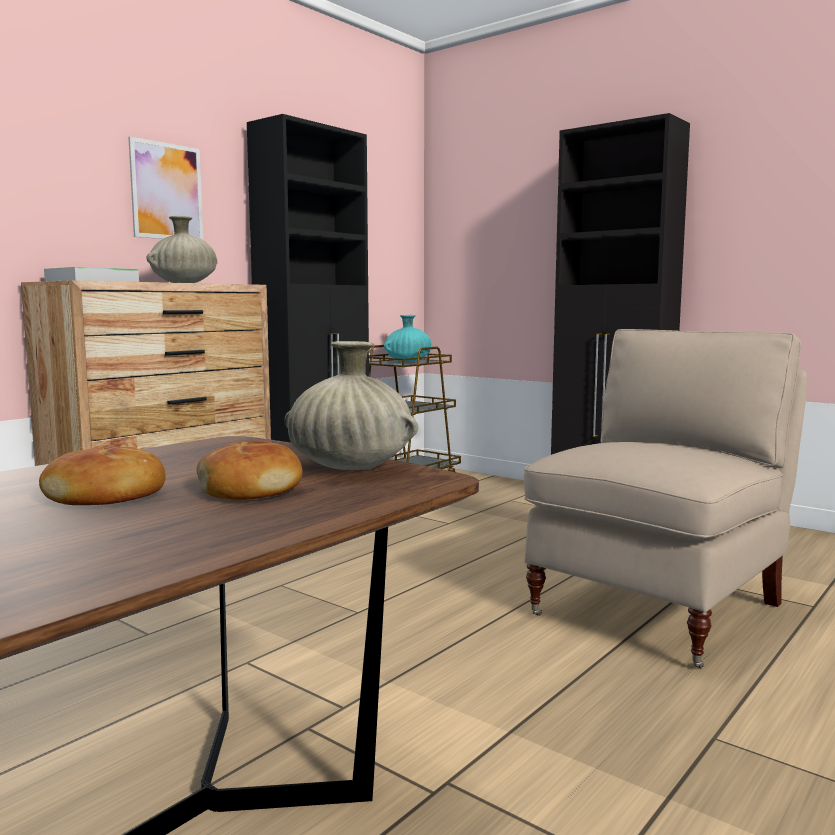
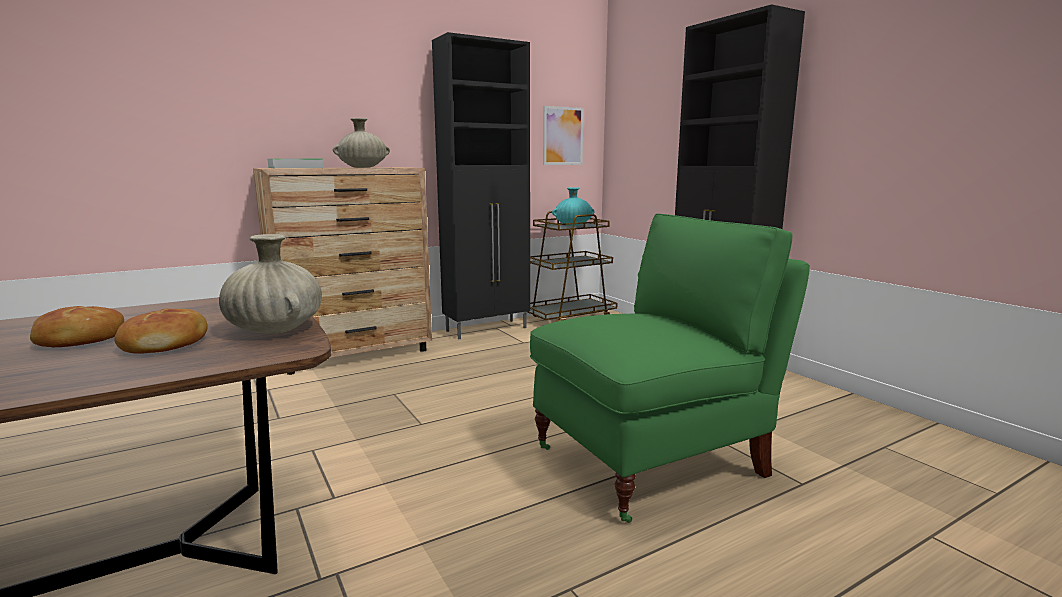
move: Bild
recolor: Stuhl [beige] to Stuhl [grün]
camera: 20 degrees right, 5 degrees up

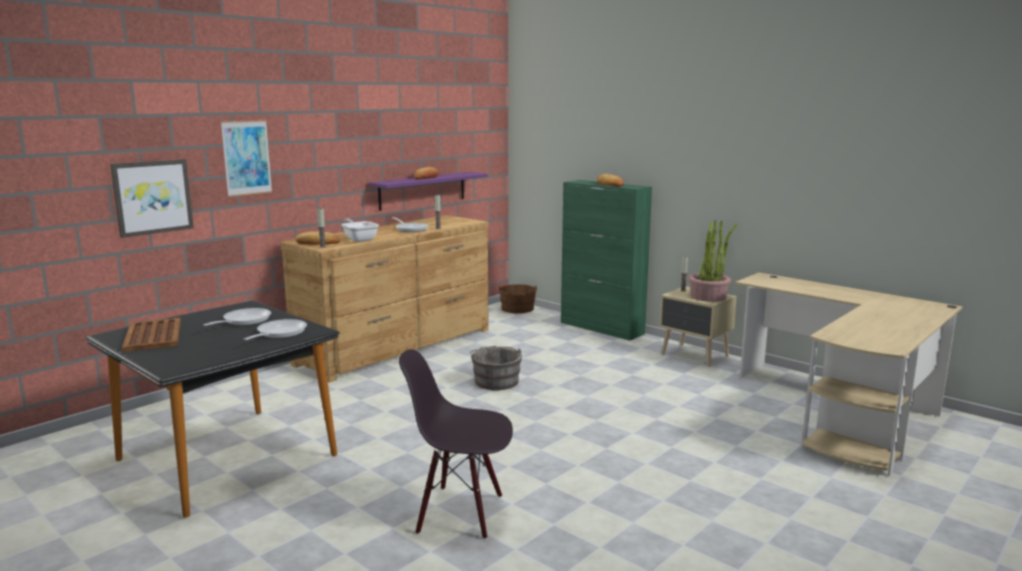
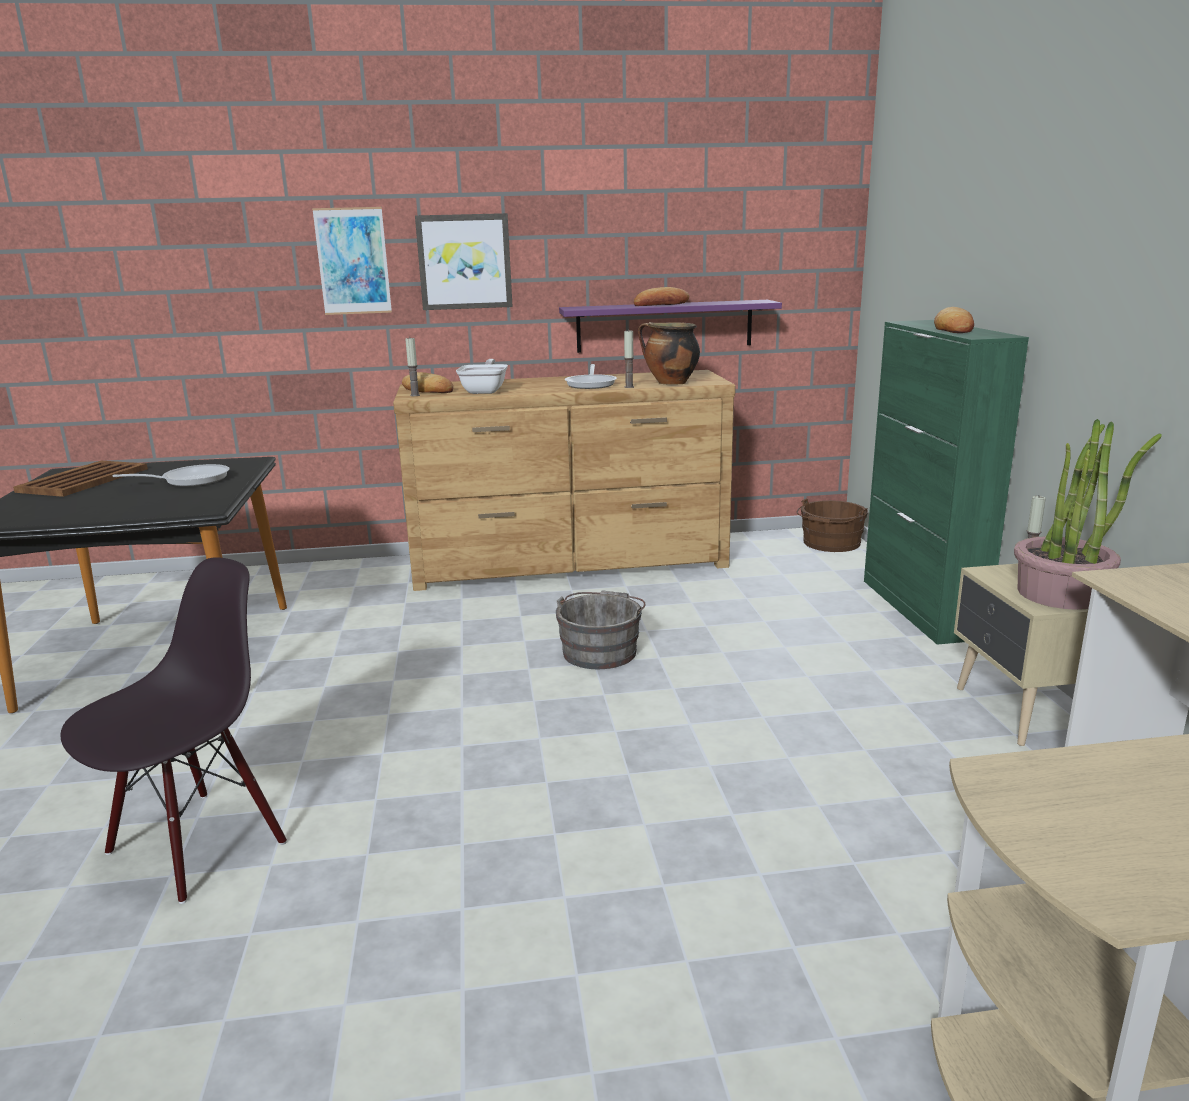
delete: Pfanne (2nd from left)
insert: Kochtopf
move: Bild (1st from left in the first image) to Bild (2nd from left)
rotate: Stuhl [schwarz] 75 degrees clockwise
camera: 40 degrees right, 5 degrees up

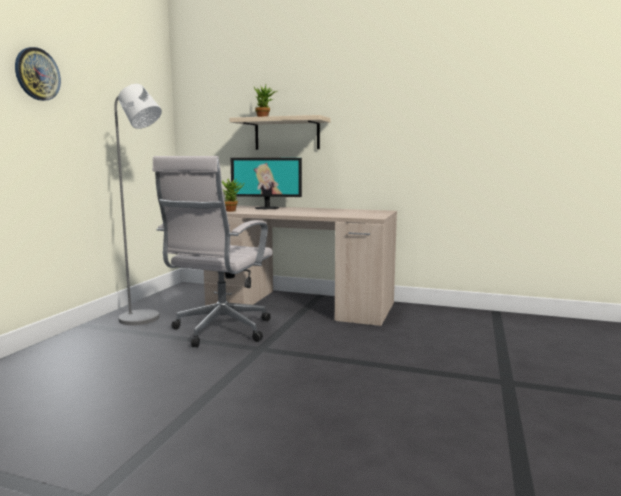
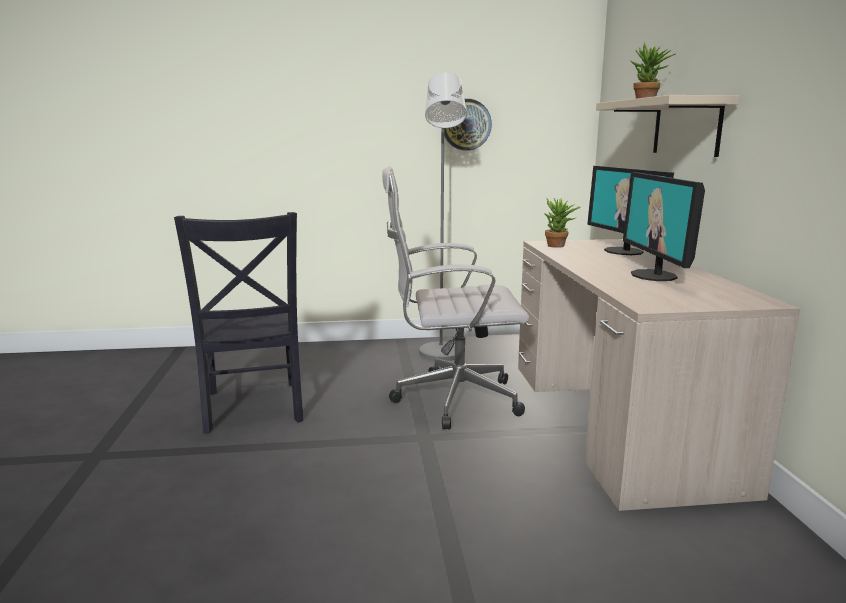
insert: Stuhl [schwarz]; Monitor (2nd from left)
move: Wanduhr
camera: 65 degrees right, 5 degrees up

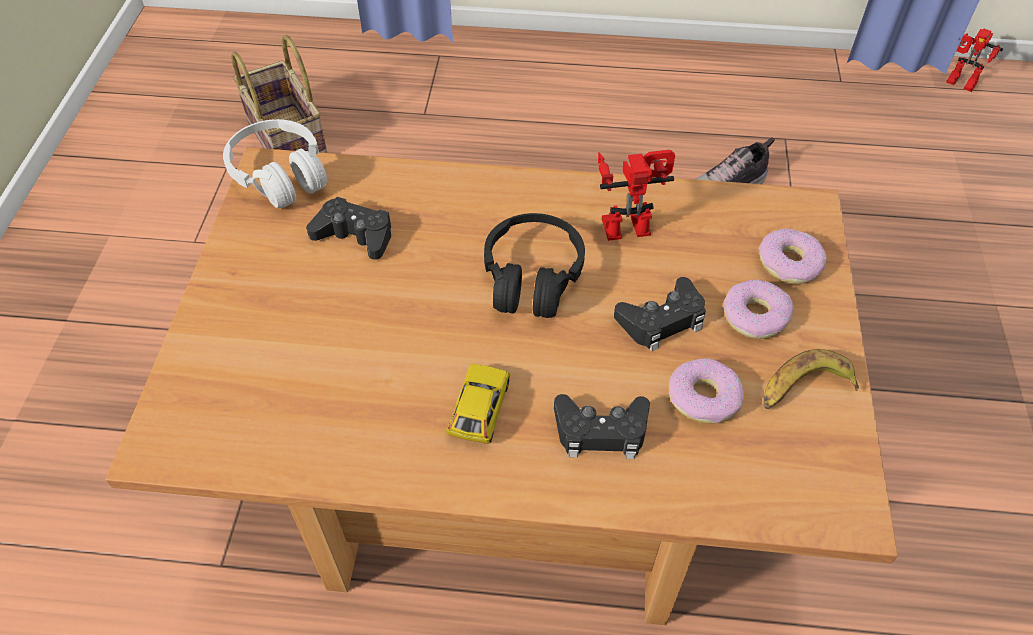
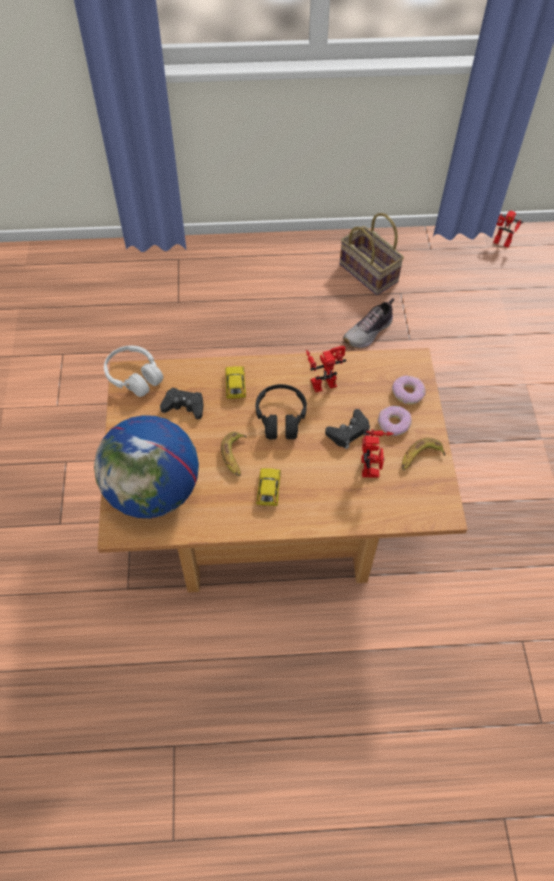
delete: Gamepad [schwarz] (2nd from left)
insert: Globus; Banane (1st from left); Spielzeugauto (1st from left)
move: Korb
replace: Donut (1st from left) to Spielzeugroboter (2nd from left)
camera: 10 degrees left, 5 degrees up

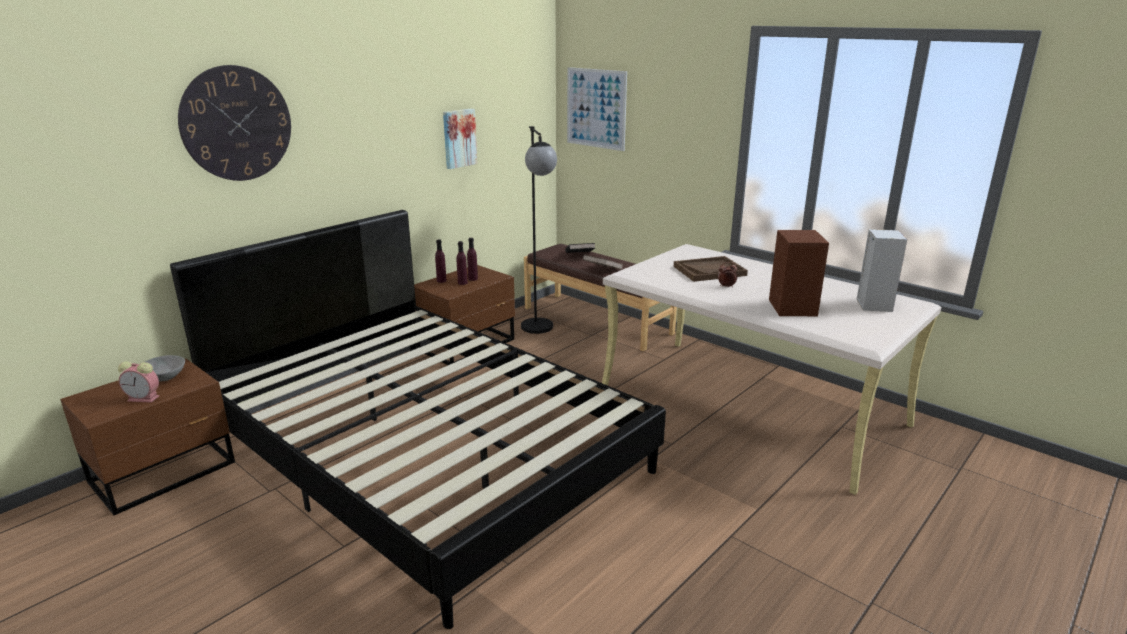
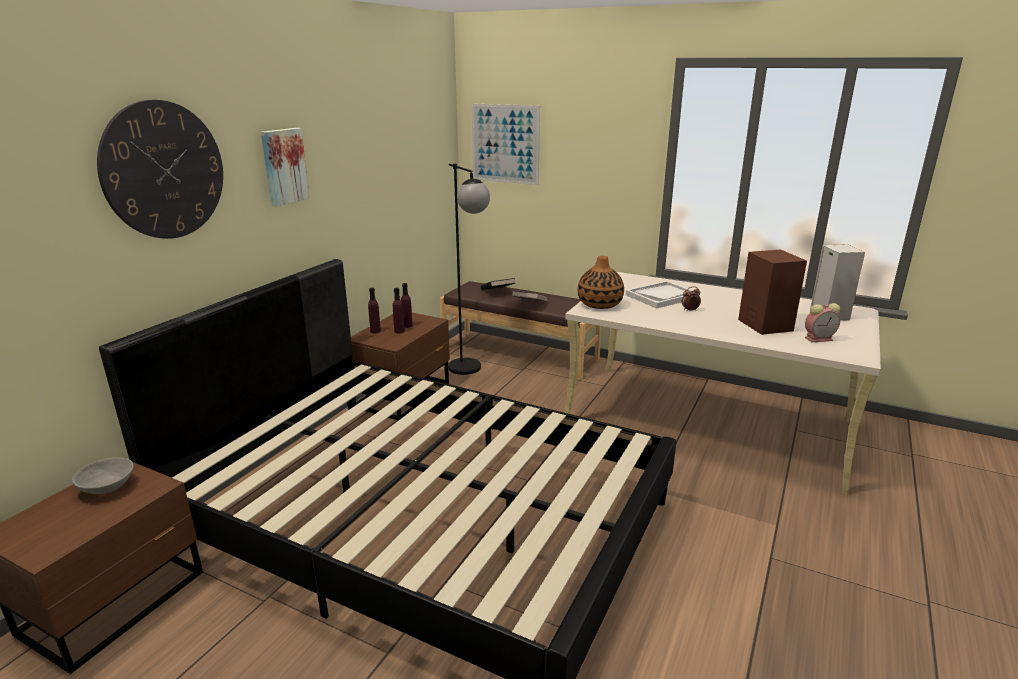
insert: Vase
move: Bild (1st from left); Wecker (1st from left in the first image) to Wecker (2nd from left)
recolor: Tablett [braun] to Tablett [weiß]
camera: 15 degrees left, 0 degrees up

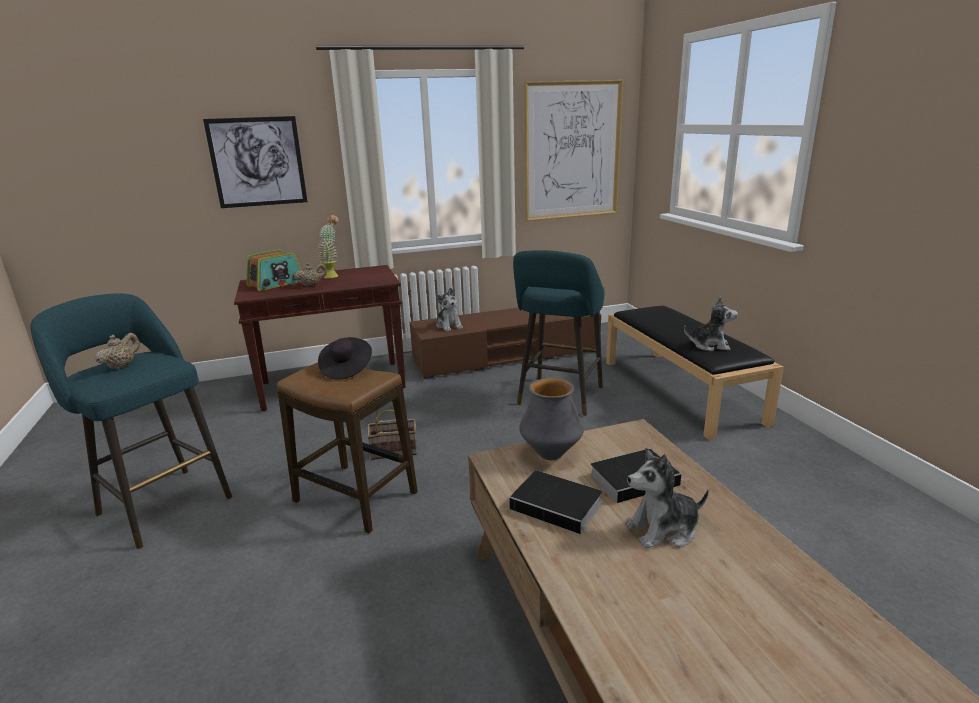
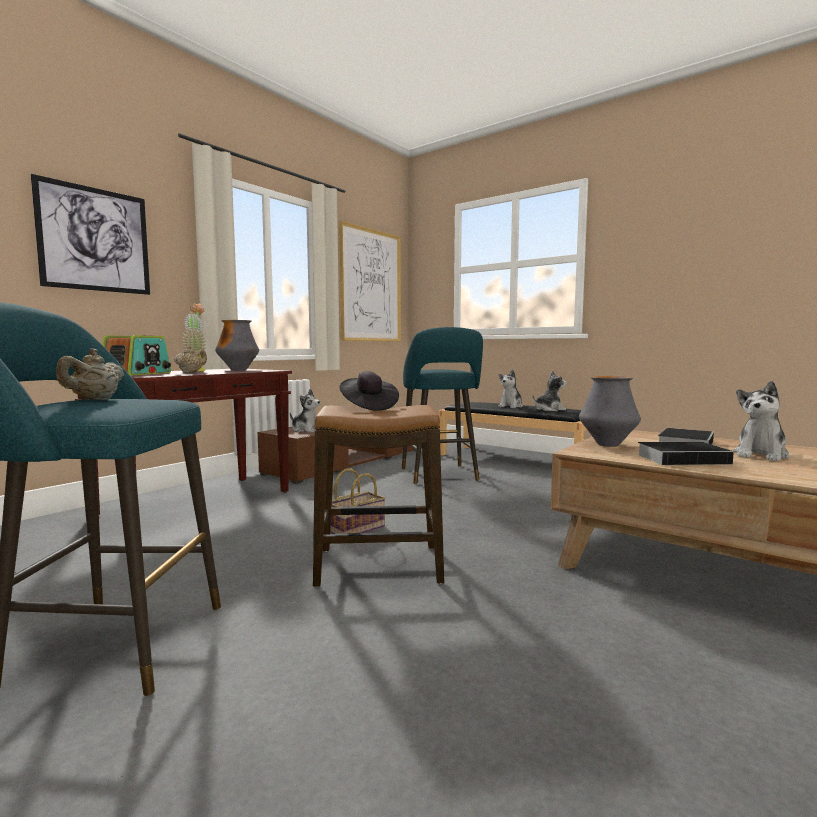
insert: Vase (1st from left); Plüschtier (2nd from left)
rotate: Teekanne [beige] (1st from left) 150 degrees counterclockwise
camera: 35 degrees left, 15 degrees down

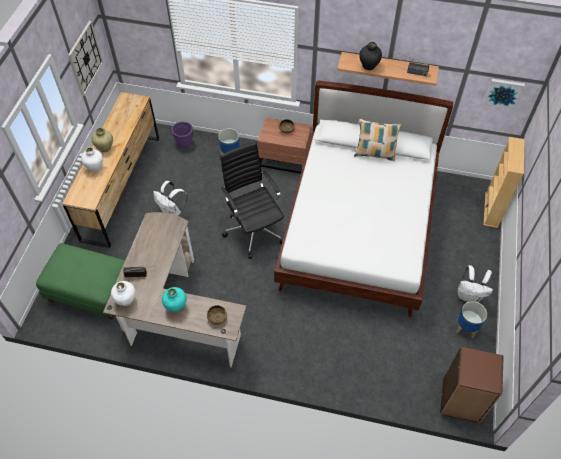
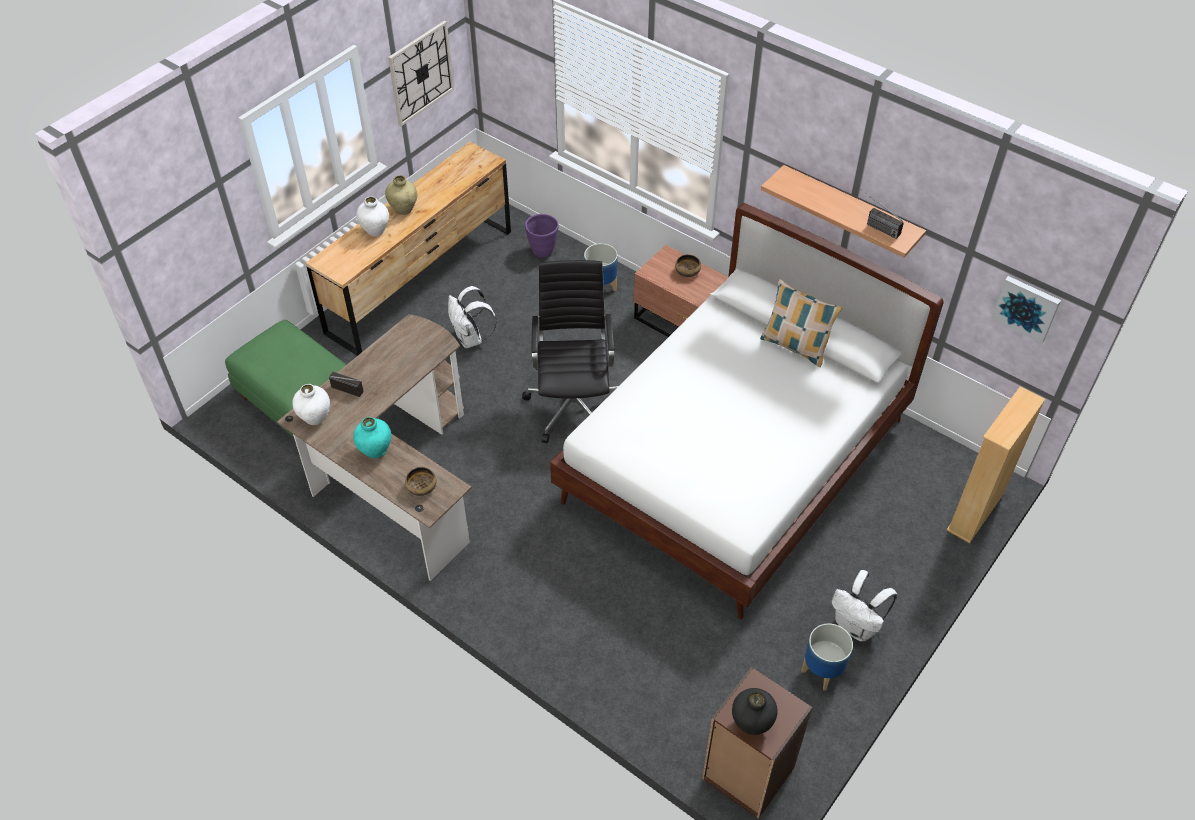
move: Vase [schwarz]
camera: 25 degrees right, 5 degrees down

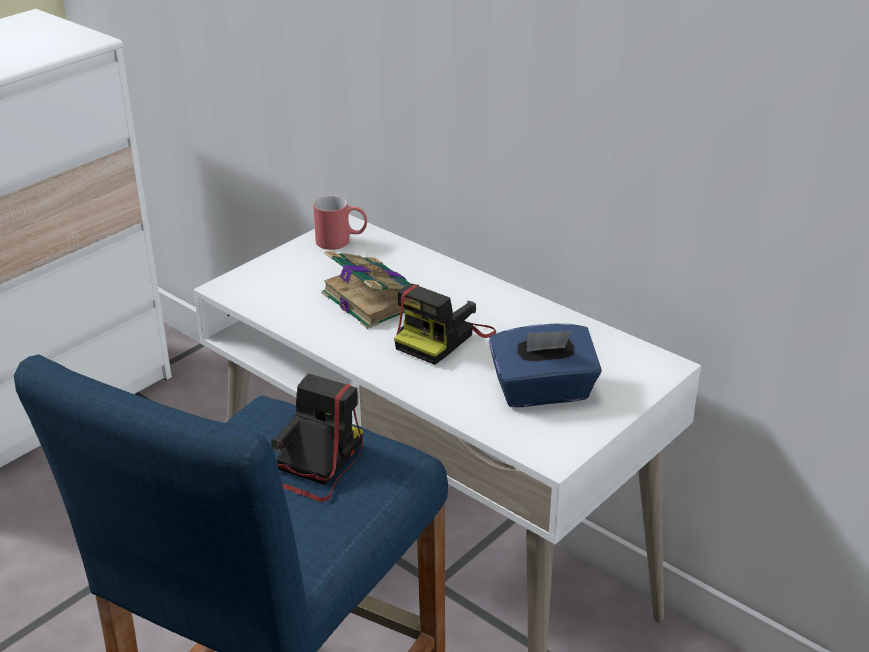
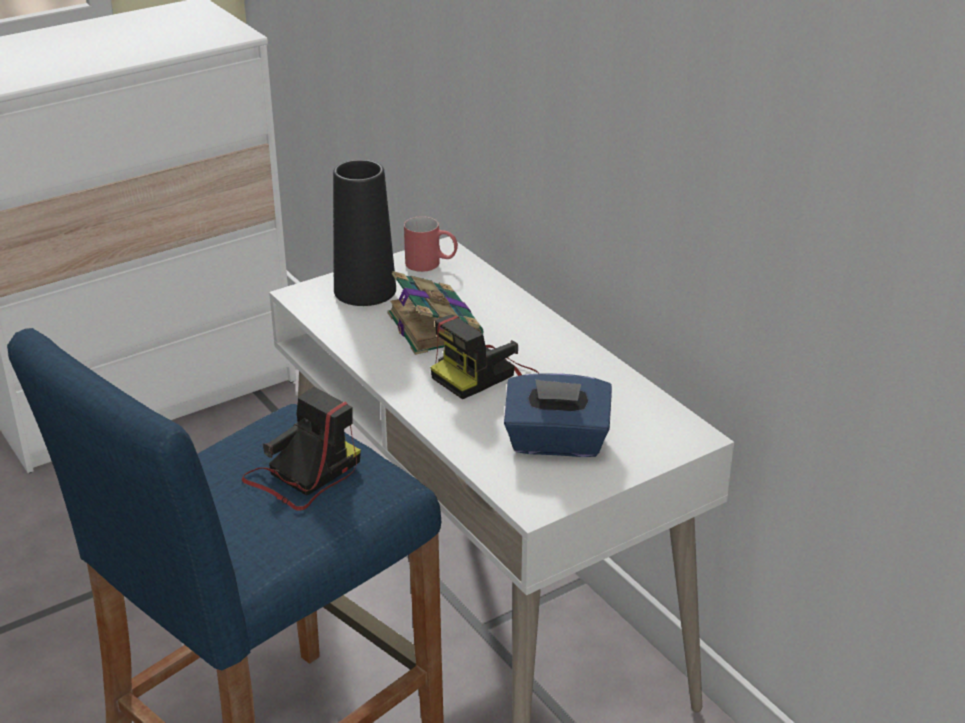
insert: Vase [schwarz]
camera: 15 degrees right, 0 degrees up

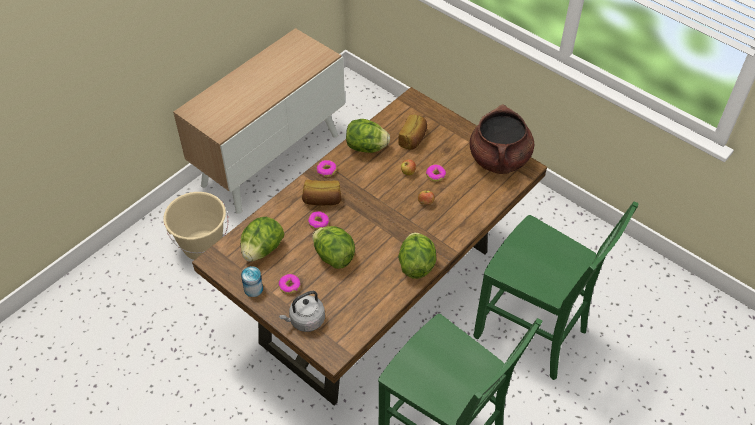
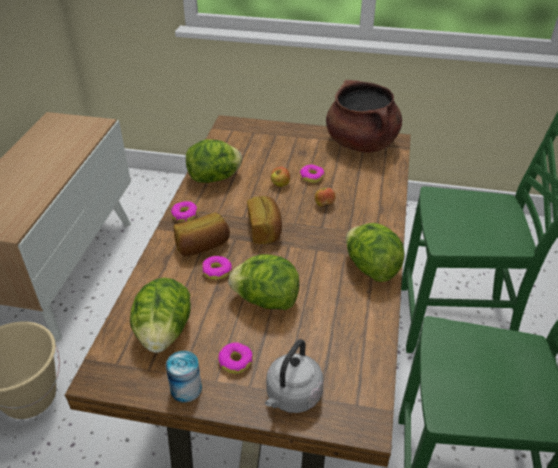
move: Brot (2nd from left)
camera: 30 degrees left, 10 degrees down

